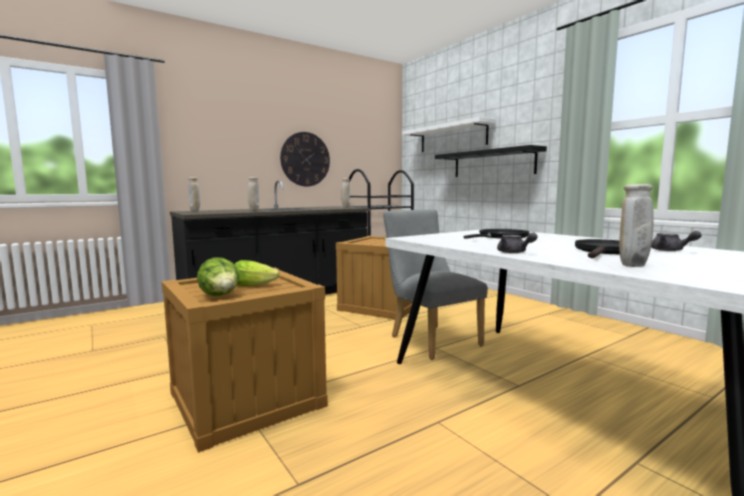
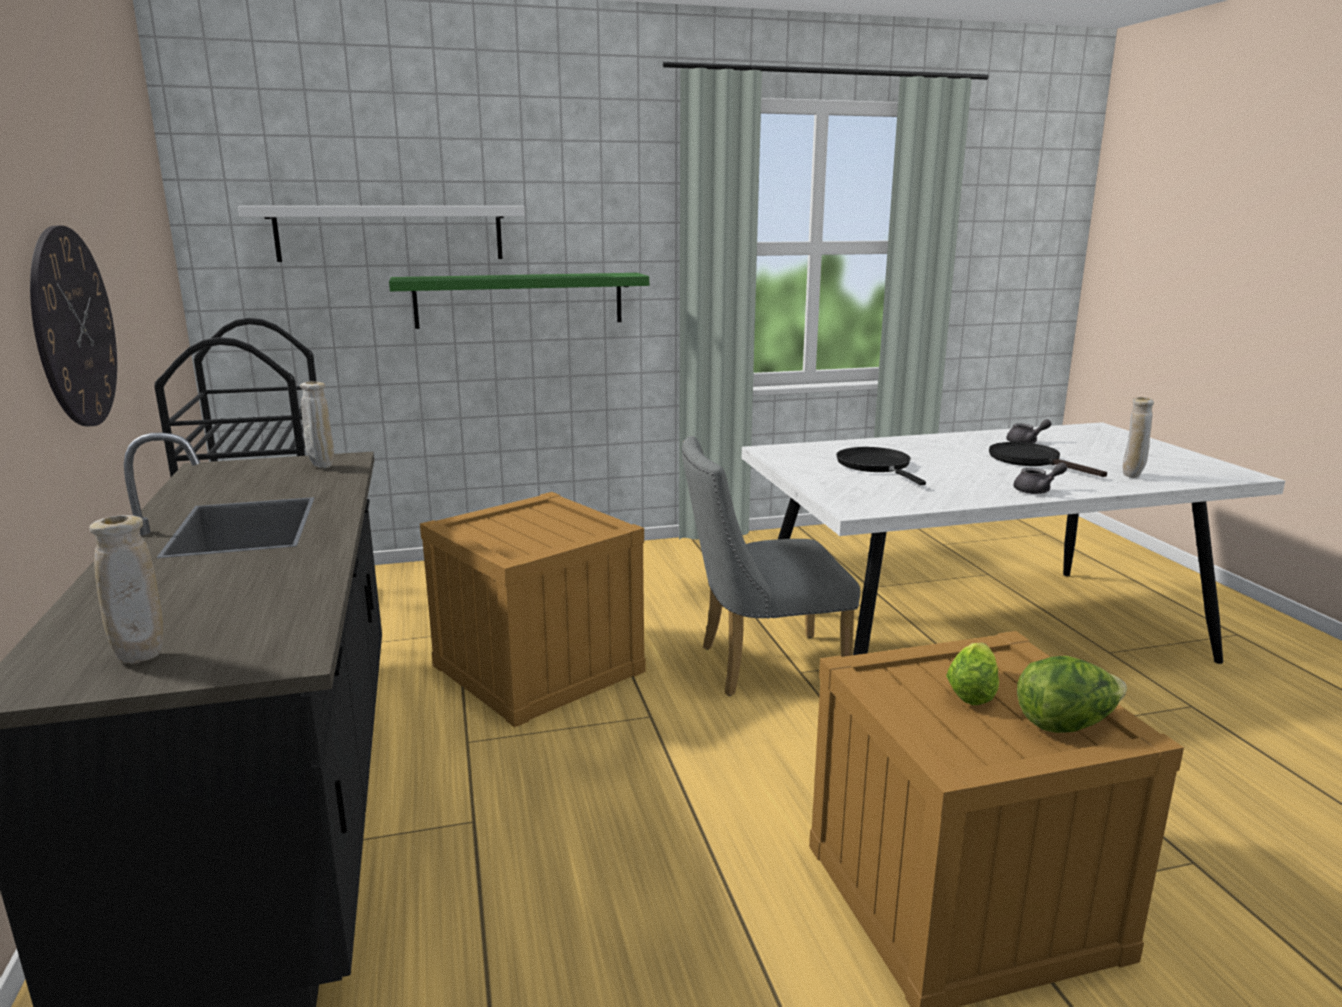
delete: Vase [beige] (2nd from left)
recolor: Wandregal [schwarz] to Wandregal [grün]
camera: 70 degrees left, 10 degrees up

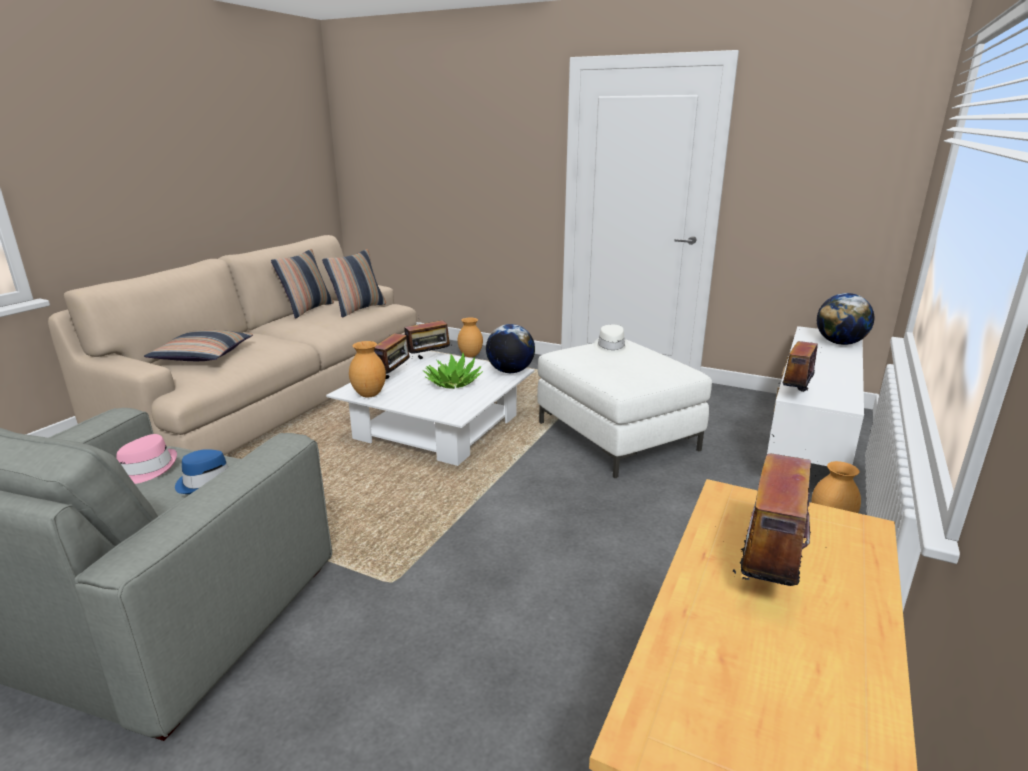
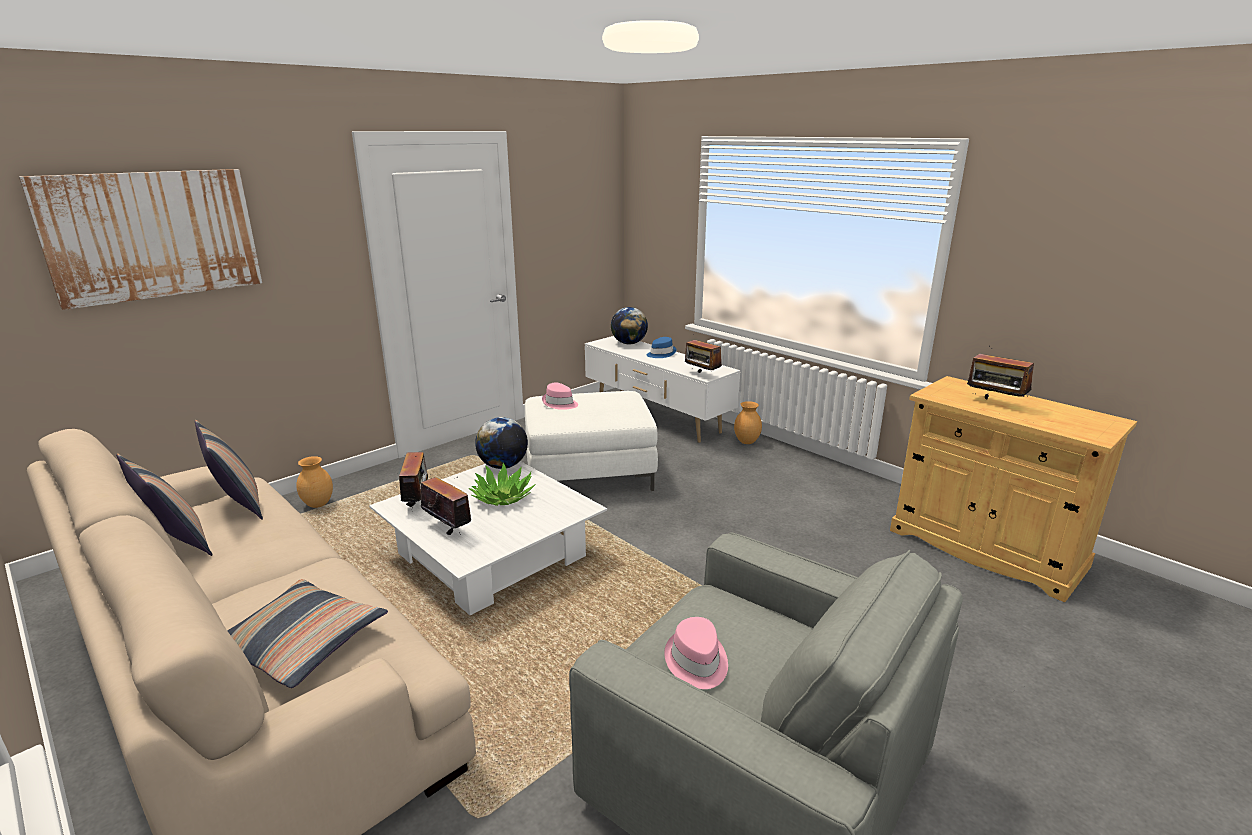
delete: Vase [braun] (1st from left)
insert: Bild
move: Hut [blau]
recolor: Hut [weiß] to Hut [rosa] (1st from left)
camera: 70 degrees left, 0 degrees up

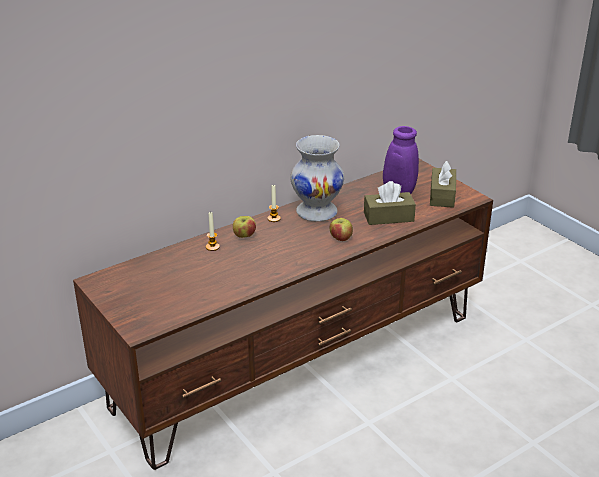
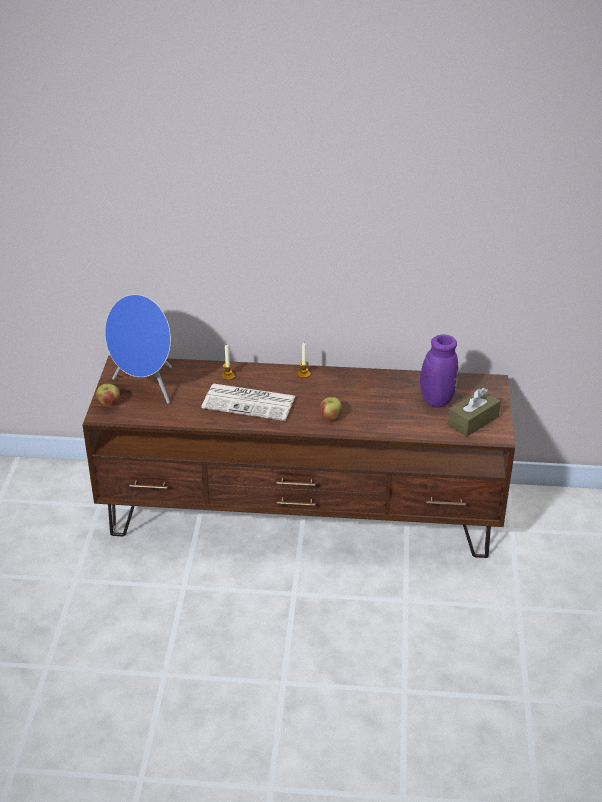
delete: Vase [weiß]; Taschentuchbox [braun] (1st from left)
insert: Lautsprecher [blau]; Zeitung
move: Apfel (1st from left)
camera: 40 degrees right, 5 degrees up

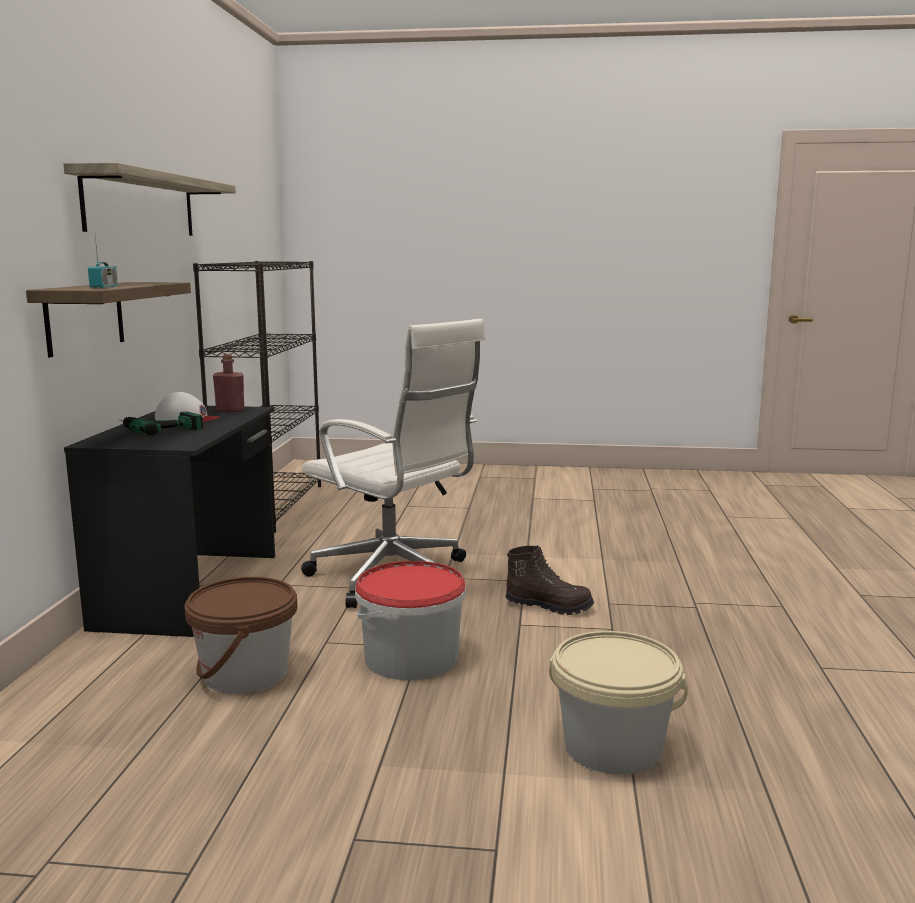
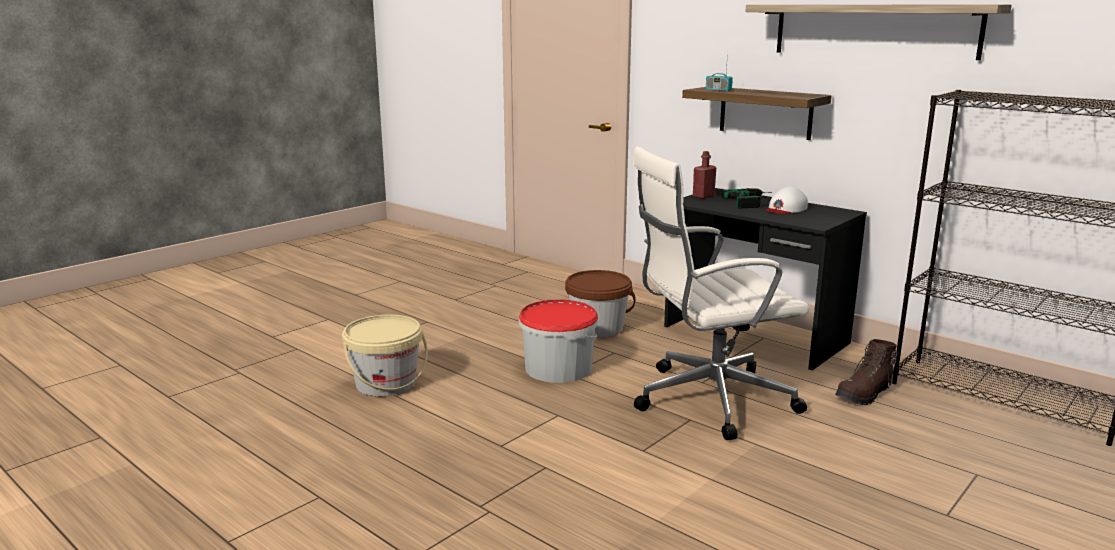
move: Flasche [rot]; Stiefel [braun]
camera: 125 degrees right, 5 degrees up

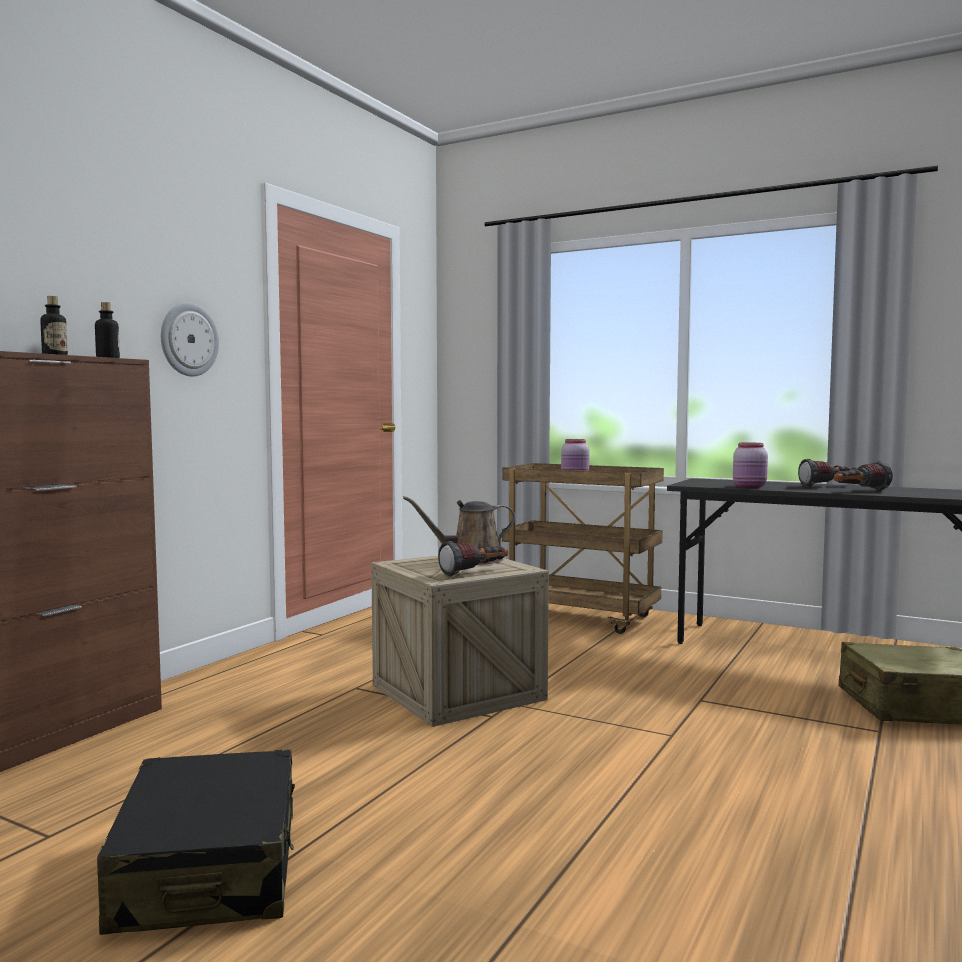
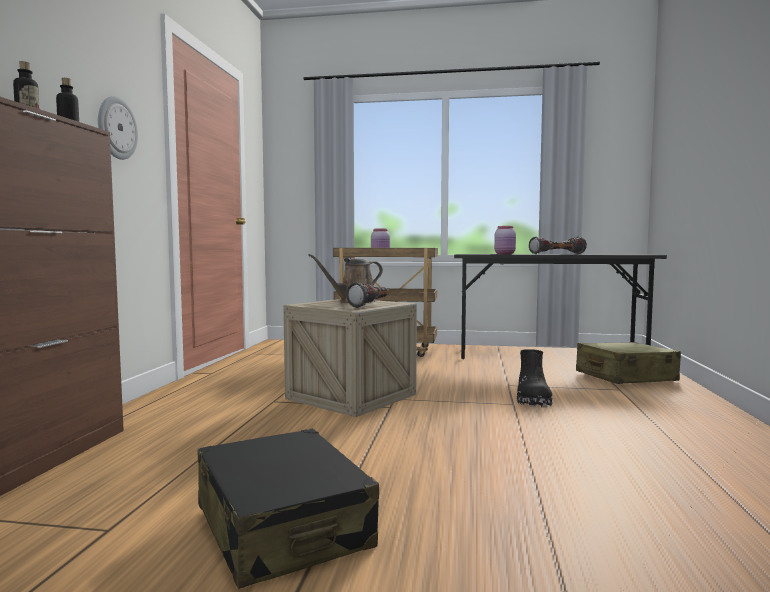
insert: Stiefel [schwarz]
camera: 20 degrees left, 0 degrees up

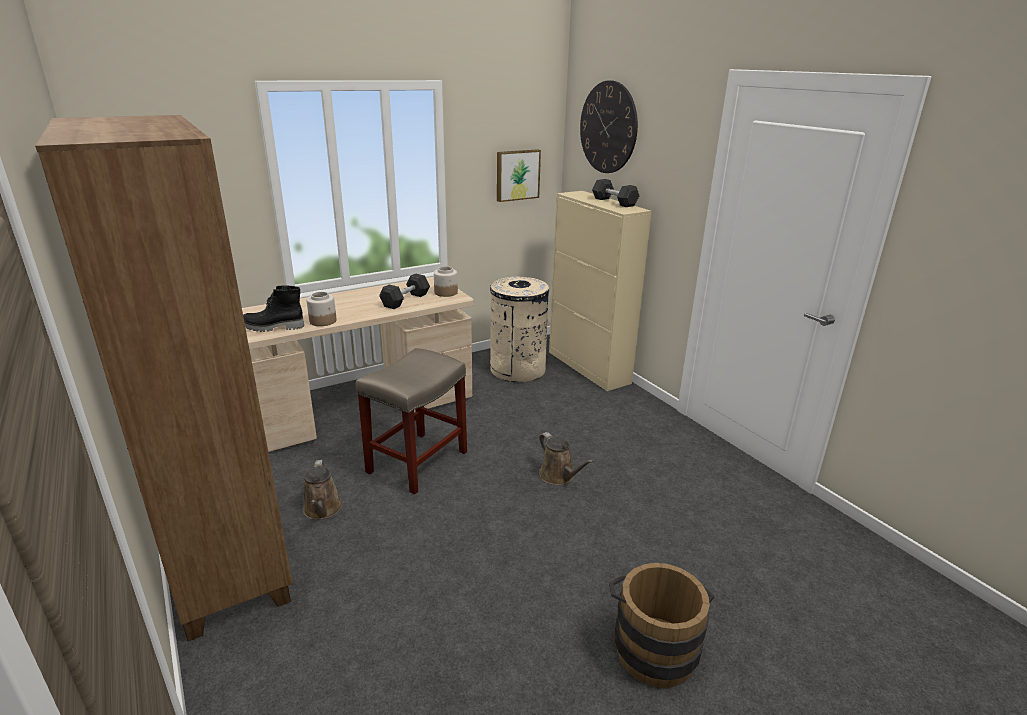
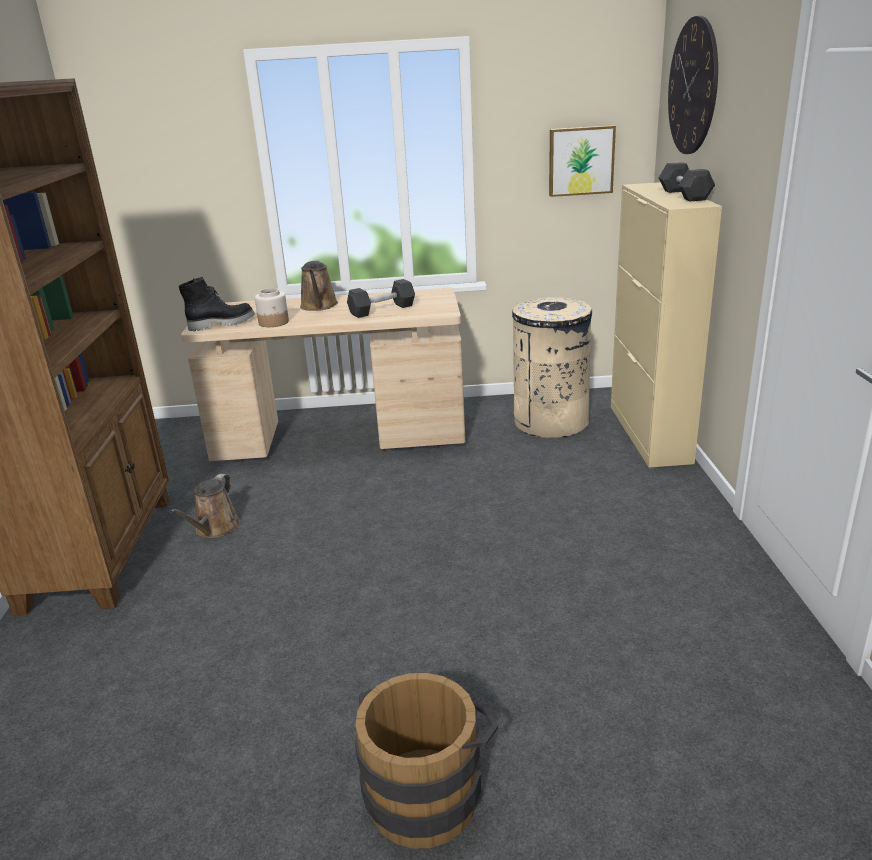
delete: Hocker [beige]; Vorratsglas (2nd from left)
move: Gießkanne [braun] (2nd from left)
rotate: Stiefel [schwarz] 135 degrees clockwise
camera: 30 degrees right, 0 degrees up

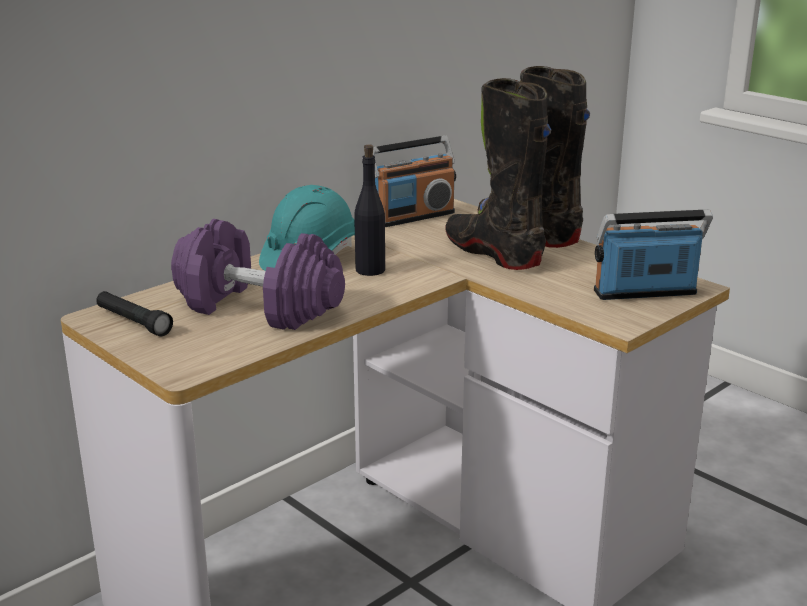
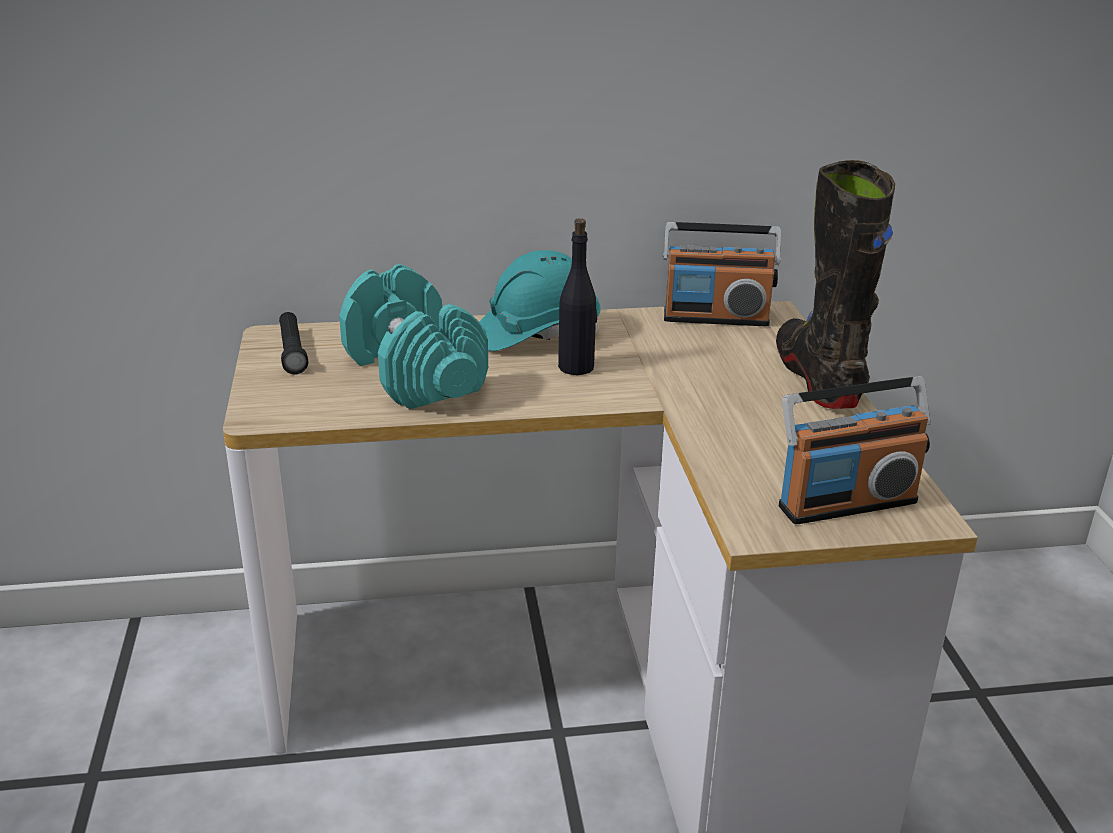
delete: Stiefel [schwarz] (1st from left)
recolor: Hantel [lila] to Hantel [türkis]
rotate: Radio (2nd from left) 135 degrees clockwise
camera: 35 degrees right, 5 degrees up

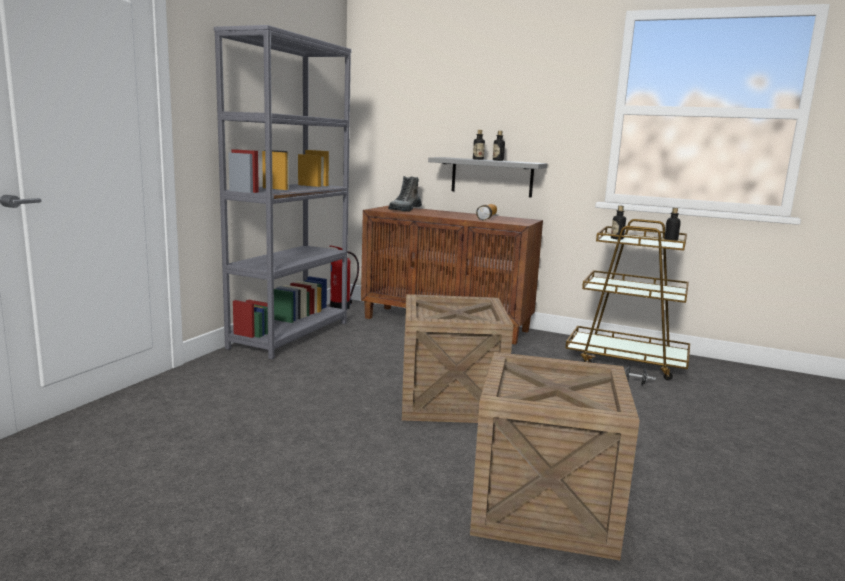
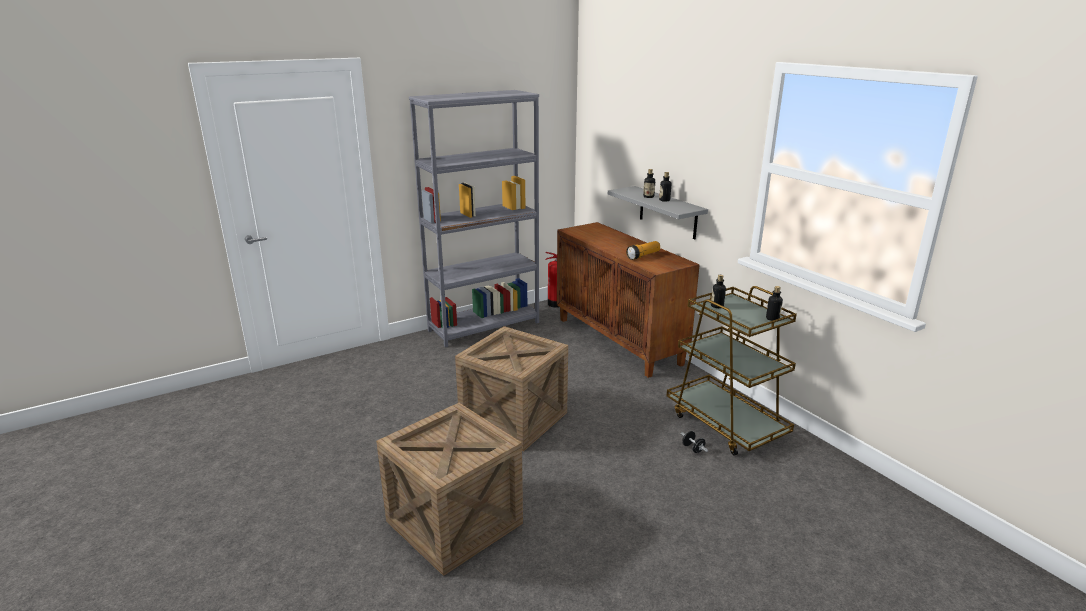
delete: Stiefel
camera: 35 degrees right, 10 degrees up

